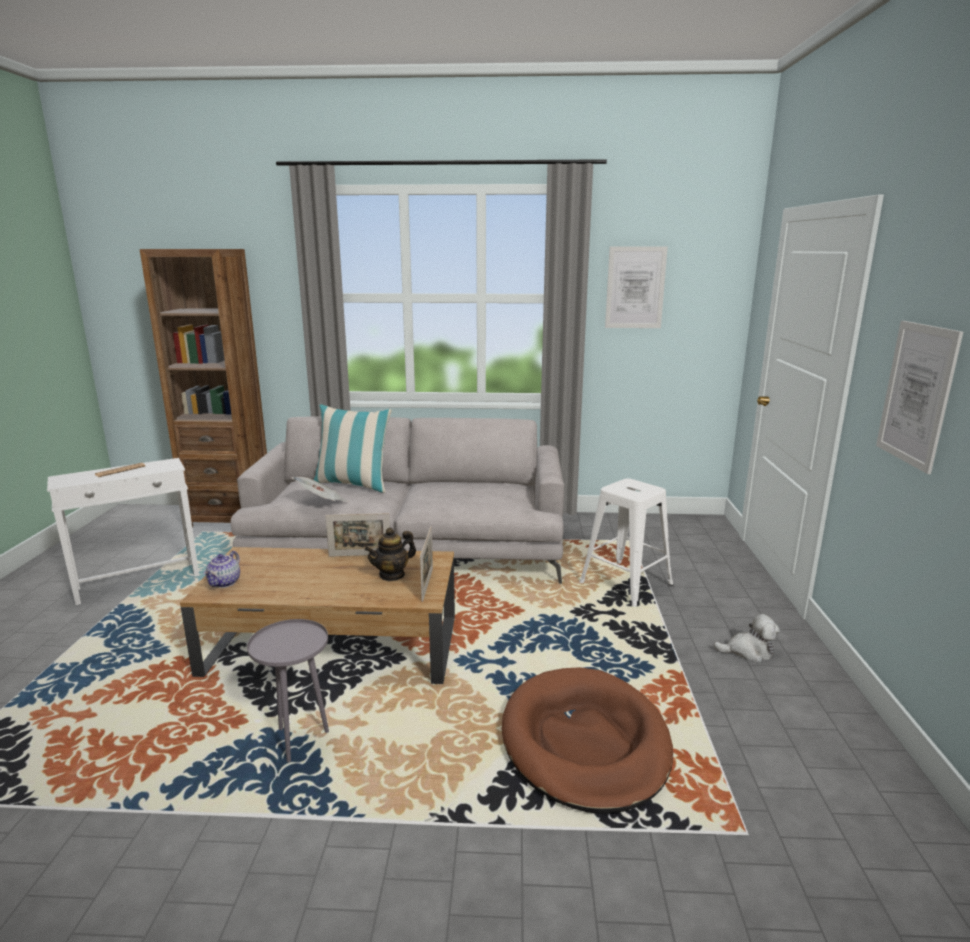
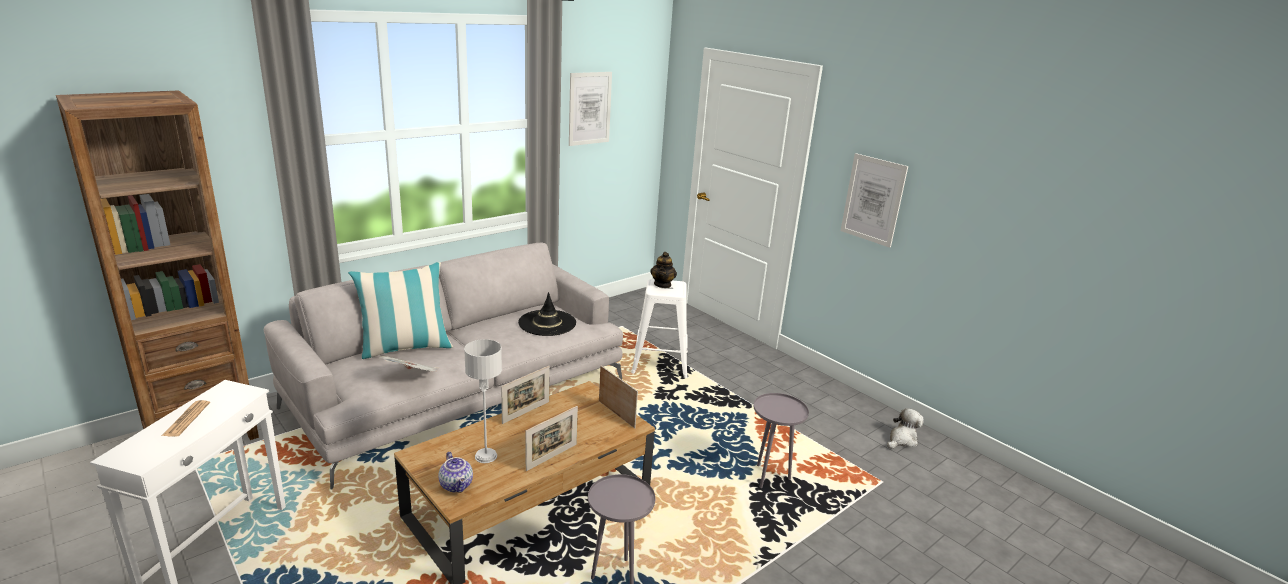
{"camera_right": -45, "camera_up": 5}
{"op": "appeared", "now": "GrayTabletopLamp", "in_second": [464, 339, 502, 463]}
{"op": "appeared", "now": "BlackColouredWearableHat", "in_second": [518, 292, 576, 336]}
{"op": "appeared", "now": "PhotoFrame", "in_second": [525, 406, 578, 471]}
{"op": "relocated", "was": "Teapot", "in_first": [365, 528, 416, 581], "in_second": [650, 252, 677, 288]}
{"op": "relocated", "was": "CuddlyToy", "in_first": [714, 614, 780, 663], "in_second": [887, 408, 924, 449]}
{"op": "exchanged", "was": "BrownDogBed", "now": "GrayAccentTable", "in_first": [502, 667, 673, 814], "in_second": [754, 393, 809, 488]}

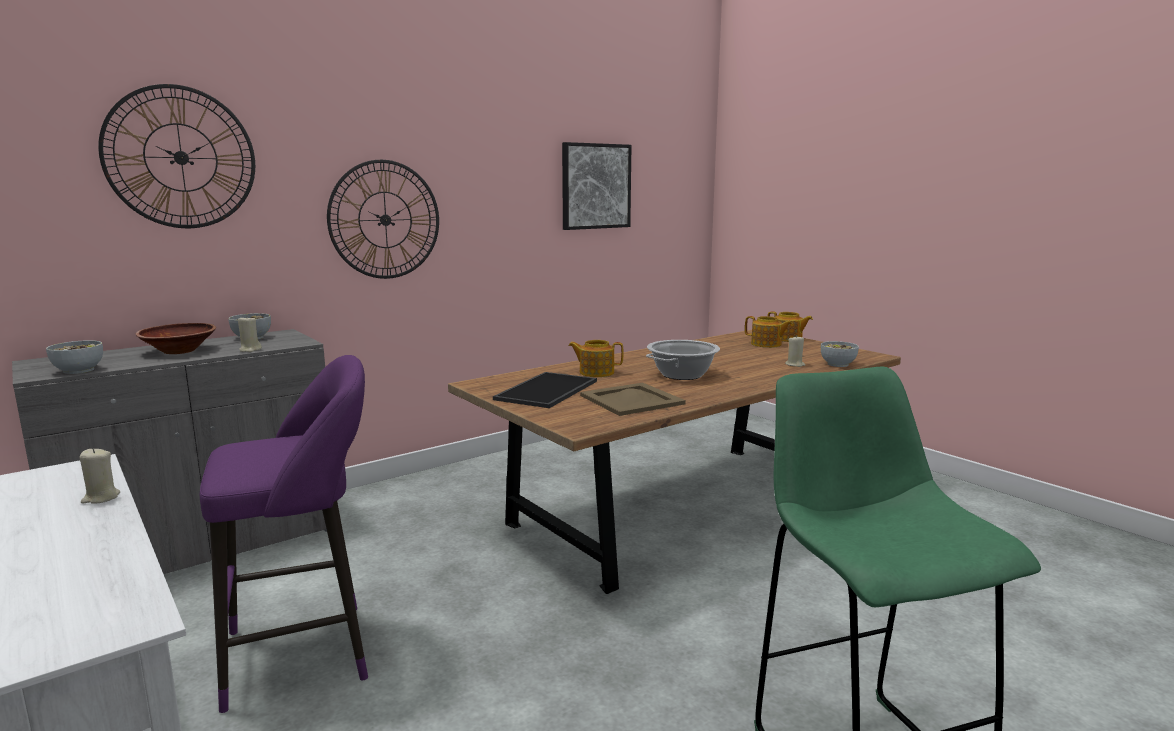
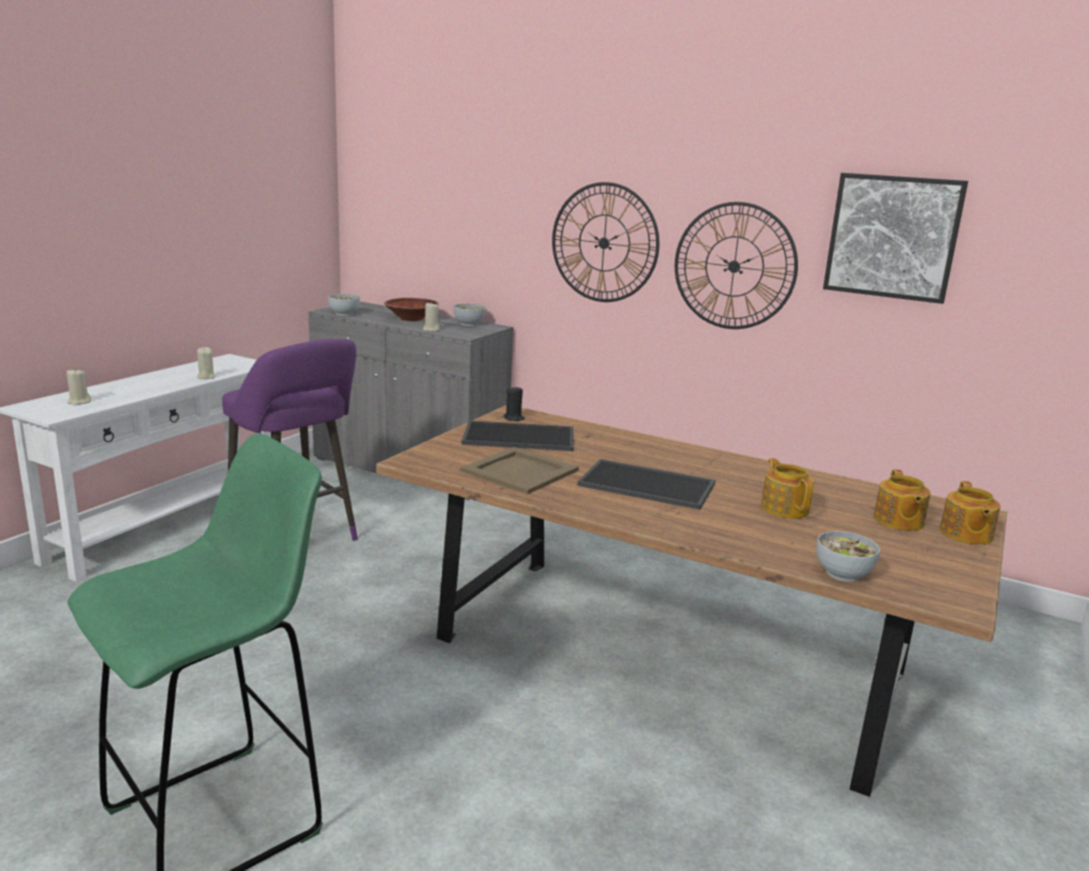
{"camera_right": 65, "camera_up": 5}
{"op": "appeared", "now": "BlackColouredCandle", "in_second": [504, 387, 525, 421]}
{"op": "relocated", "was": "HangingClock", "in_first": [98, 84, 255, 228], "in_second": [675, 202, 798, 329]}
{"op": "relocated", "was": "Teapot", "in_first": [568, 340, 624, 377], "in_second": [761, 458, 814, 519]}
{"op": "relocated", "was": "BeigeColouredCandle", "in_first": [785, 336, 805, 367], "in_second": [67, 368, 92, 405]}
{"op": "exchanged", "was": "CookingPot", "now": "CarryingTray", "in_first": [646, 340, 720, 380], "in_second": [577, 459, 715, 510]}

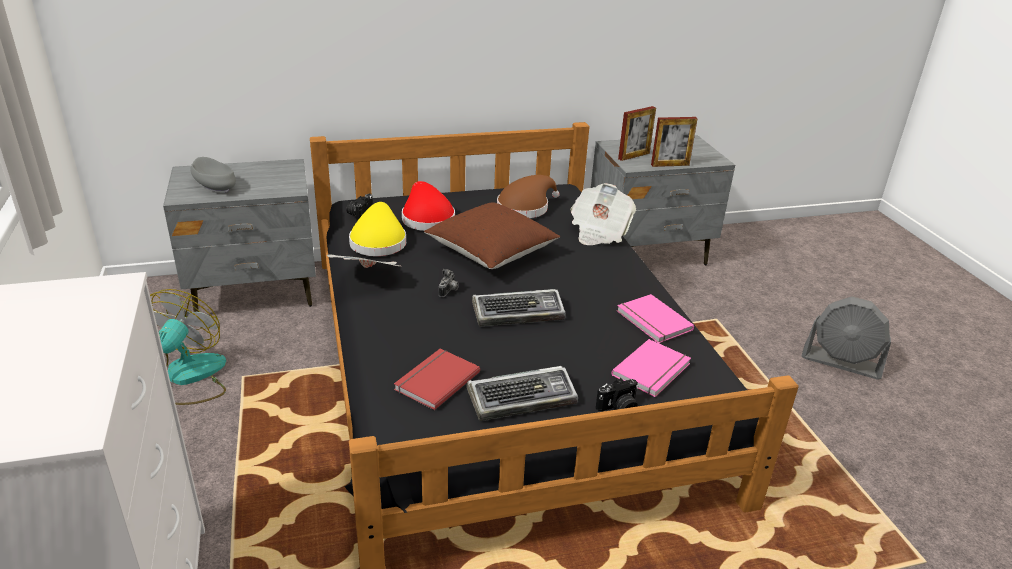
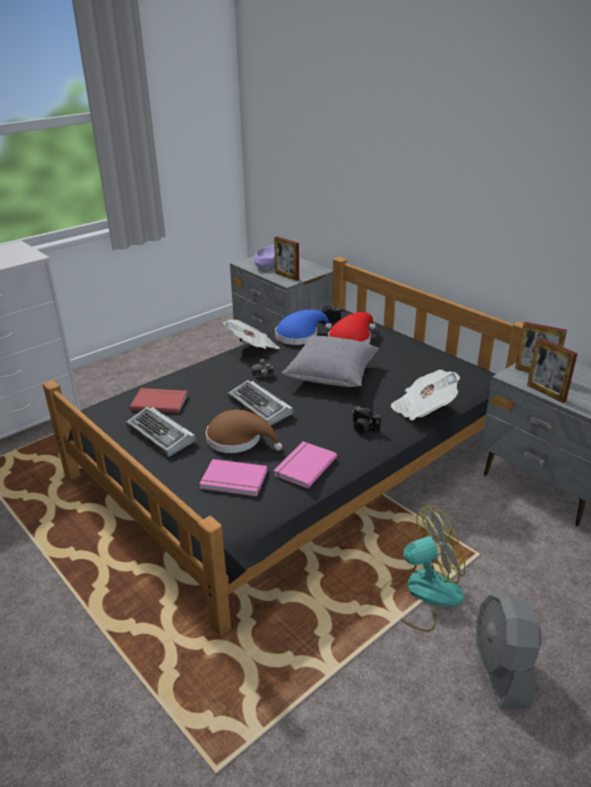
{"camera_right": 65, "camera_up": 0}
{"op": "appeared", "now": "PhotoFrame", "in_second": [274, 236, 299, 281]}
{"op": "relocated", "was": "Fan", "in_first": [150, 289, 226, 405], "in_second": [382, 506, 466, 632]}
{"op": "relocated", "was": "BrownWearableHat", "in_first": [497, 175, 560, 218], "in_second": [206, 410, 282, 453]}
{"op": "relocated", "was": "PhotoCamera", "in_first": [596, 378, 638, 411], "in_second": [352, 406, 381, 434]}
{"op": "colour", "was": "GrayServingBowl", "now": "PurpleServingBowl", "in_first": [190, 157, 236, 193], "in_second": [254, 245, 275, 269]}
{"op": "colour", "was": "YellowWearableHat", "now": "BlueWearableHat", "in_first": [349, 202, 406, 256], "in_second": [275, 310, 332, 345]}
{"op": "colour", "was": "BrownThrowPillow", "now": "GrayThrowPillow", "in_first": [424, 202, 560, 269], "in_second": [282, 336, 379, 387]}

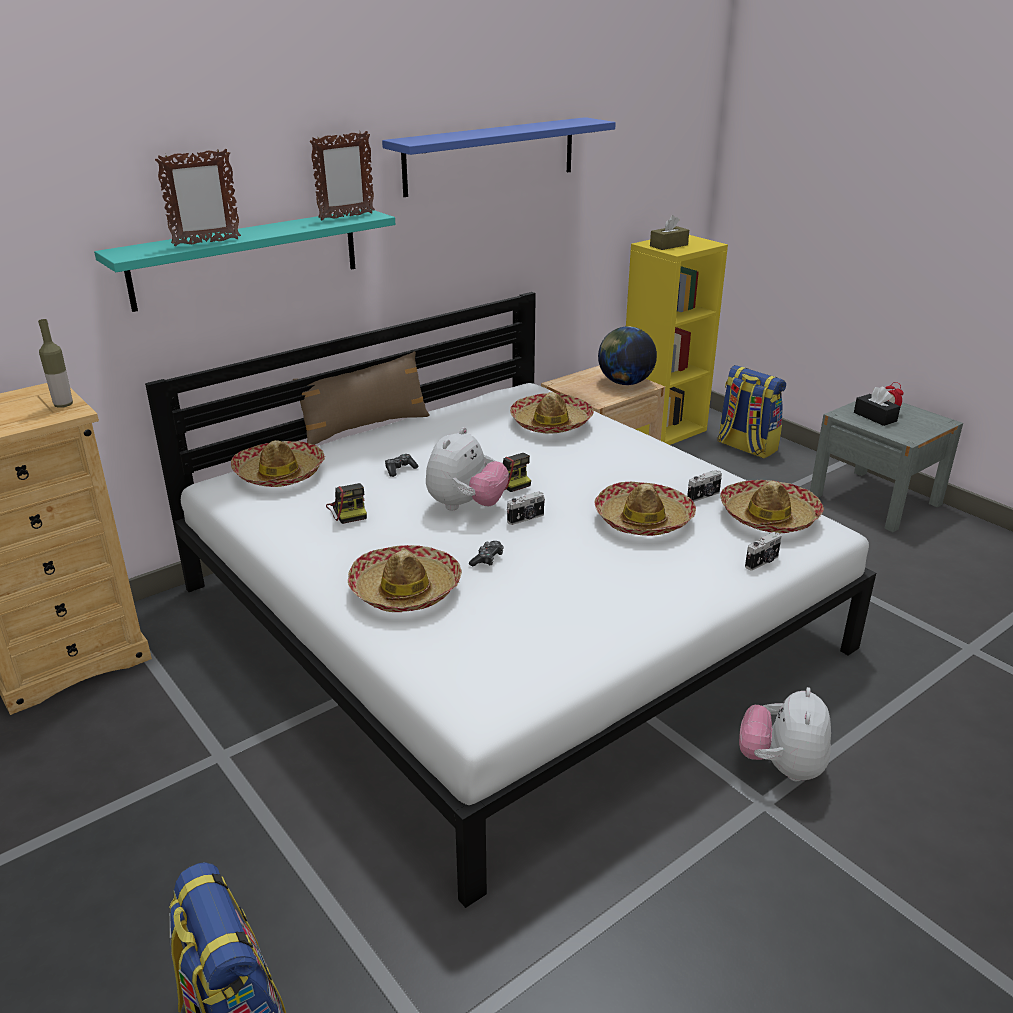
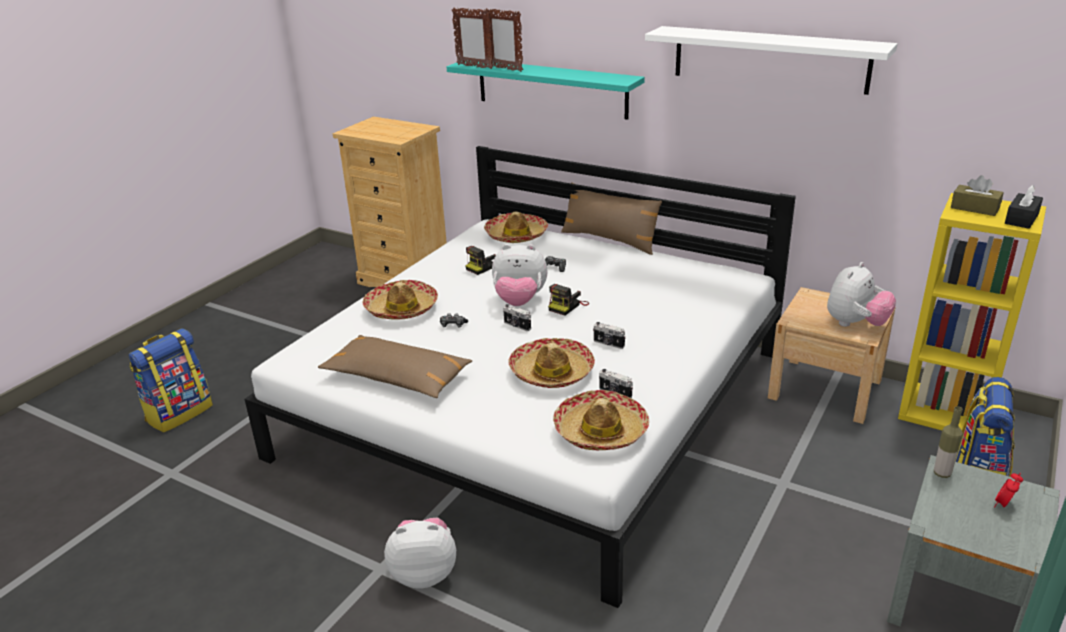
{"camera_right": 70, "camera_up": 0}
{"op": "missing", "was": "WearableHat", "in_first": [510, 392, 594, 433]}
{"op": "appeared", "now": "BrownThrowPillow", "in_second": [318, 335, 472, 398]}
{"op": "relocated", "was": "DrinkBottle", "in_first": [38, 319, 73, 408], "in_second": [934, 406, 963, 478]}
{"op": "relocated", "was": "PhotoFrame", "in_first": [310, 131, 375, 220], "in_second": [452, 8, 494, 69]}
{"op": "relocated", "was": "PhotoCamera", "in_first": [745, 532, 782, 570], "in_second": [593, 322, 626, 349]}
{"op": "relocated", "was": "BlackColouredTissueHolder", "in_first": [854, 386, 900, 426], "in_second": [1005, 185, 1043, 229]}
{"op": "exchanged", "was": "WorldGlobe", "now": "CuddlyToy", "in_first": [598, 326, 657, 385], "in_second": [827, 262, 896, 327]}
{"op": "colour", "was": "BlueWallShelf", "now": "WhiteColouredWallShelf", "in_first": [382, 117, 616, 197], "in_second": [645, 26, 897, 95]}

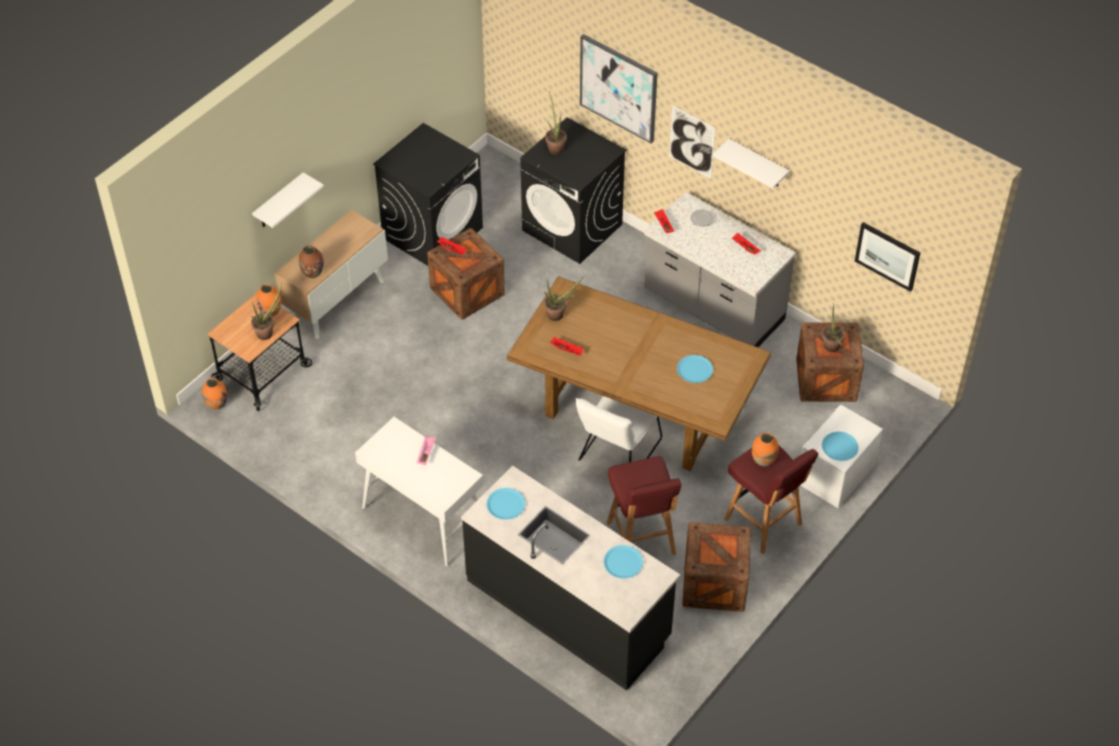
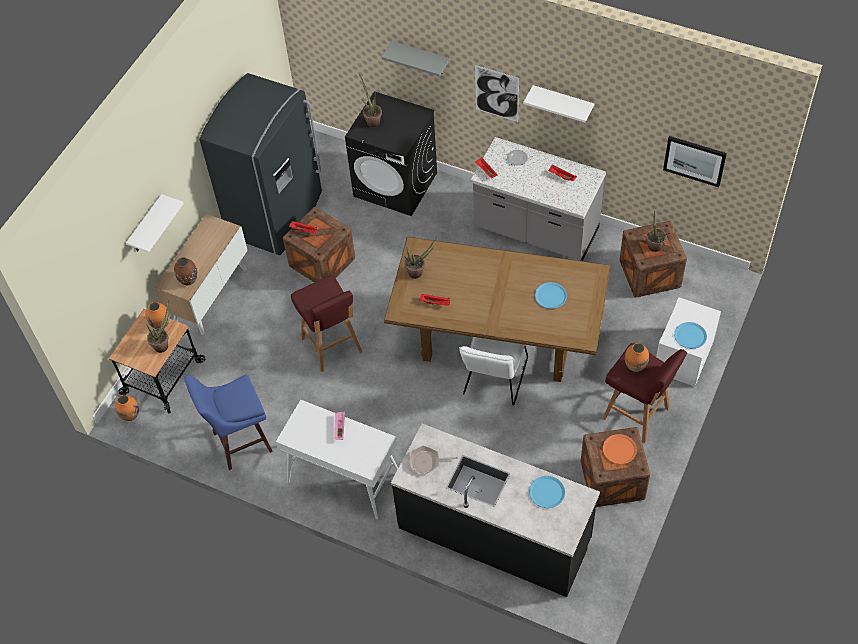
{"camera_right": -10, "camera_up": 5}
{"op": "appeared", "now": "BlueStool", "in_second": [184, 374, 273, 470]}
{"op": "appeared", "now": "OrangeyPlate", "in_second": [603, 434, 637, 464]}
{"op": "relocated", "was": "RedStool", "in_first": [607, 456, 681, 555], "in_second": [291, 275, 362, 372]}
{"op": "exchanged", "was": "BlackColouredLaundryAppliance", "now": "GrayFridge", "in_first": [373, 123, 483, 266], "in_second": [199, 73, 322, 255]}
{"op": "exchanged", "was": "BluePlate", "now": "FryingPan", "in_first": [487, 488, 525, 520], "in_second": [409, 446, 458, 474]}
{"op": "exchanged", "was": "Picture", "now": "GrayWallShelf", "in_first": [580, 34, 657, 144], "in_second": [382, 41, 450, 77]}

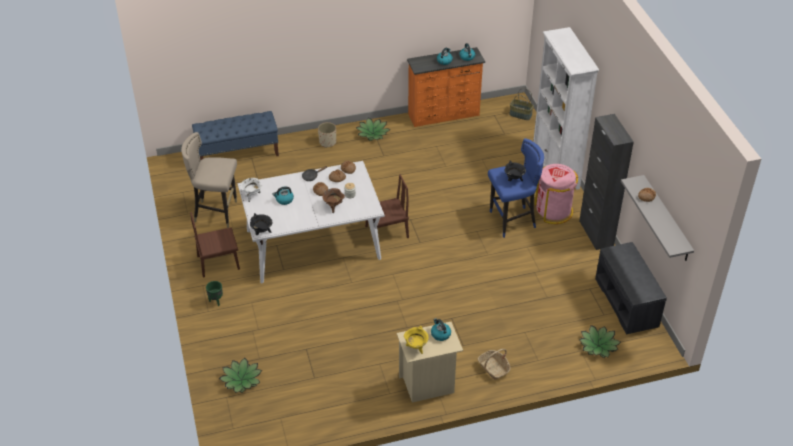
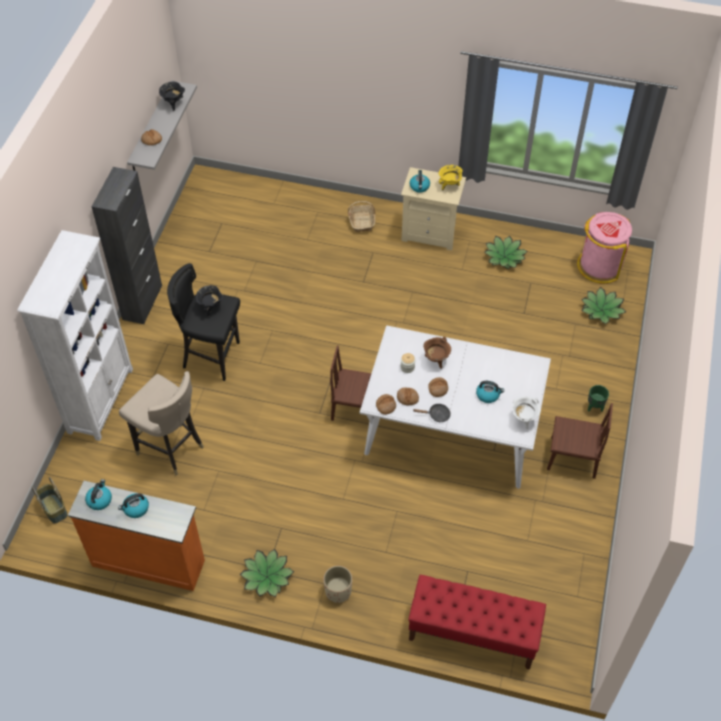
{"camera_right": -150, "camera_up": 10}
{"op": "missing", "was": "GrayIndoorBench", "in_first": [595, 242, 667, 335]}
{"op": "relocated", "was": "BeigeColouredStool", "in_first": [181, 132, 237, 228], "in_second": [119, 371, 204, 475]}
{"op": "relocated", "was": "BlackColouredCookingPot", "in_first": [250, 213, 273, 235], "in_second": [159, 82, 185, 111]}
{"op": "relocated", "was": "PinkishWasteBin", "in_first": [535, 164, 578, 224], "in_second": [577, 212, 632, 283]}
{"op": "relocated", "was": "PottedPlant", "in_first": [580, 325, 621, 358], "in_second": [484, 236, 528, 269]}
{"op": "colour", "was": "BlueIndoorBench", "now": "RedIndoorBench", "in_first": [192, 111, 279, 160], "in_second": [408, 575, 546, 670]}
{"op": "colour", "was": "BlueStool", "now": "BlackColouredStool", "in_first": [488, 138, 544, 238], "in_second": [167, 263, 240, 381]}

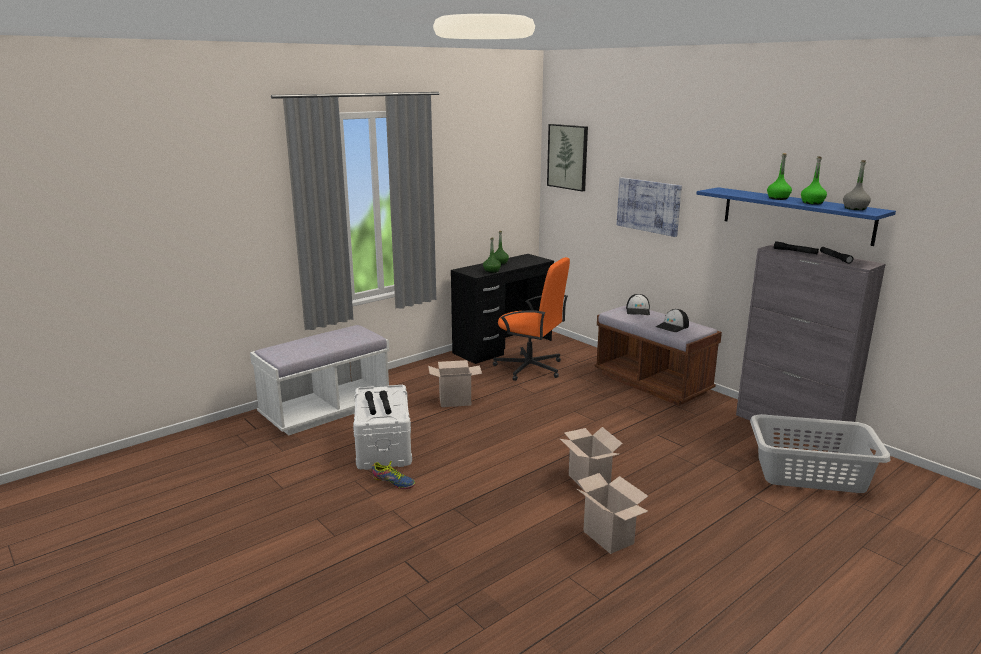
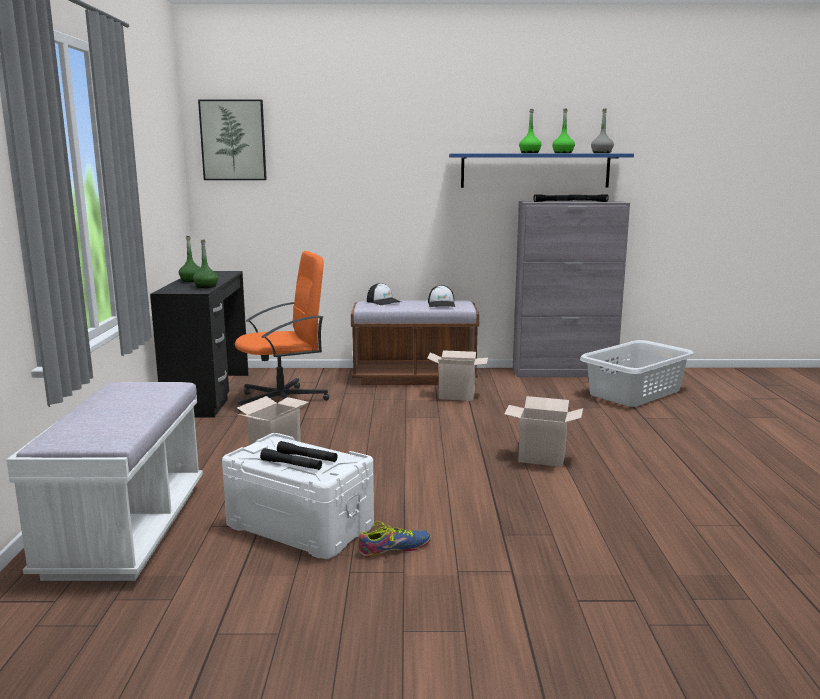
{"camera_right": -50, "camera_up": -5}
{"op": "missing", "was": "Picture", "in_first": [617, 177, 682, 237]}
{"op": "relocated", "was": "PackingBox", "in_first": [577, 473, 648, 554], "in_second": [427, 350, 488, 401]}

